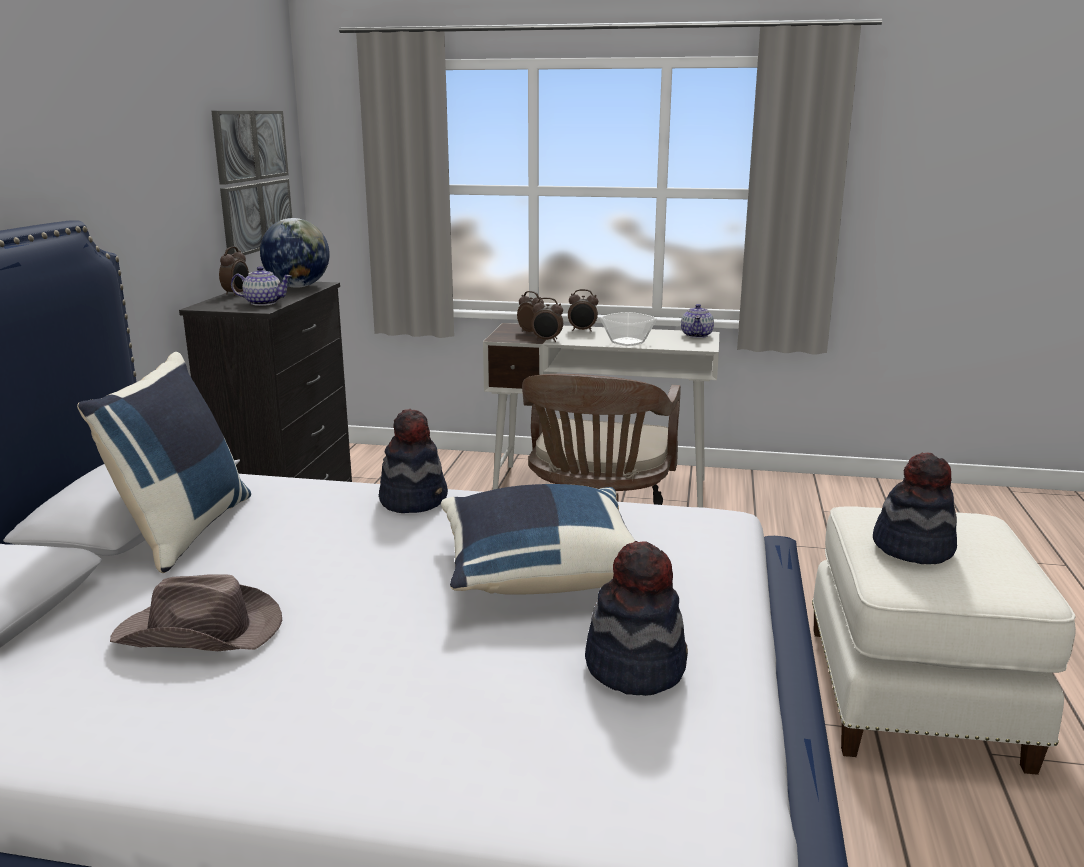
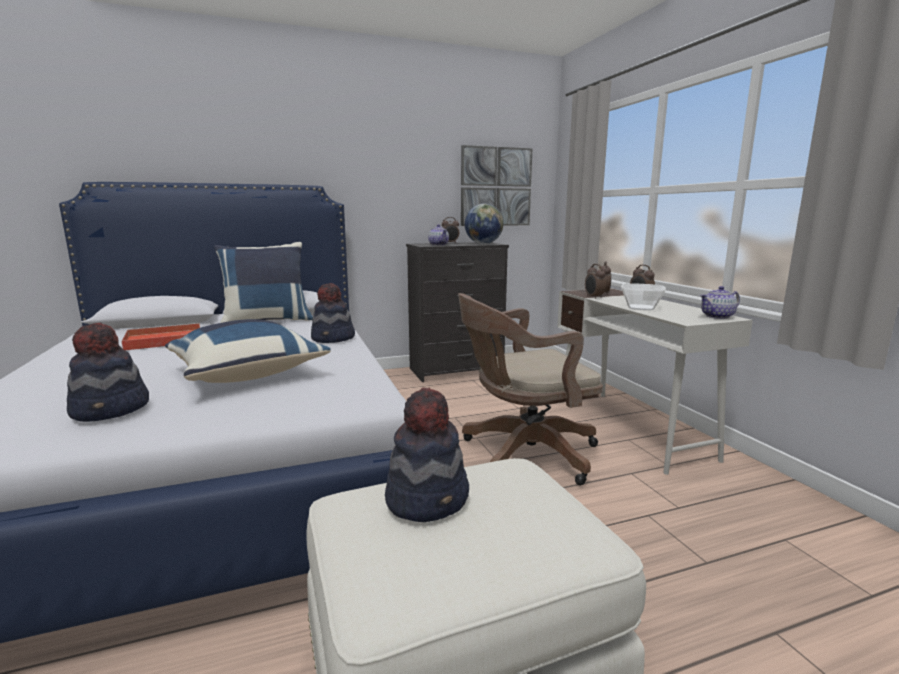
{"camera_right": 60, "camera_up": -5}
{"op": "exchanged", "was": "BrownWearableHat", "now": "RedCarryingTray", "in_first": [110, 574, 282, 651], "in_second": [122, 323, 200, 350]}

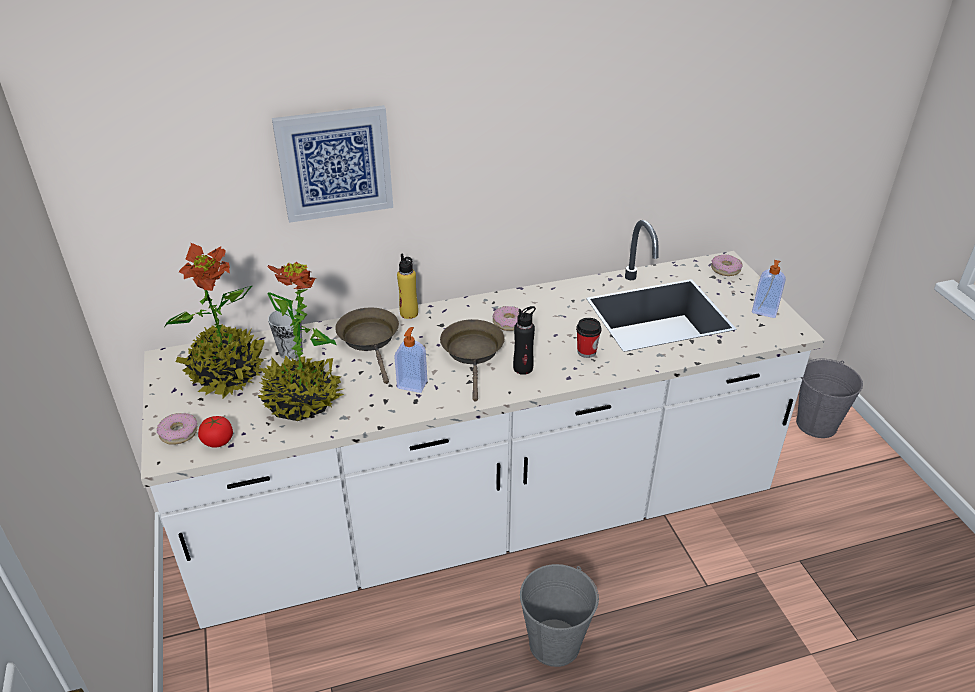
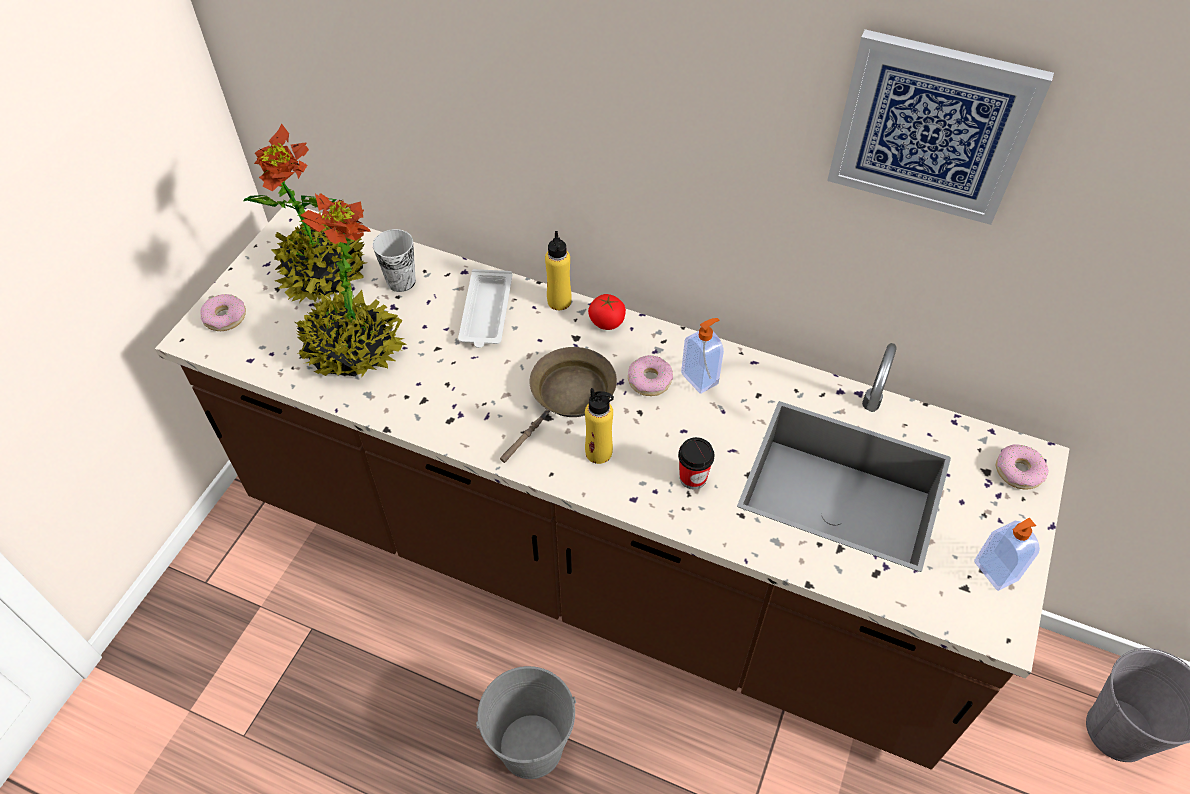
{"camera_right": 40, "camera_up": 15}
{"op": "relocated", "was": "WholeTomato", "in_first": [198, 416, 233, 448], "in_second": [588, 294, 626, 330]}
{"op": "relocated", "was": "Picture", "in_first": [272, 105, 393, 223], "in_second": [827, 29, 1054, 225]}
{"op": "relocated", "was": "SoapBottle", "in_first": [394, 327, 427, 393], "in_second": [681, 318, 724, 394]}
{"op": "exchanged", "was": "BrownFryingPan", "now": "WhiteColouredCarryingTray", "in_first": [335, 308, 399, 384], "in_second": [458, 269, 513, 348]}
{"op": "colour", "was": "WhiteColouredCounter", "now": "BrownCounter", "in_first": [141, 220, 825, 629], "in_second": [155, 203, 1070, 770]}
{"op": "colour", "was": "BlackColouredDrinkBottle", "now": "YellowDrinkBottle", "in_first": [513, 306, 536, 375], "in_second": [585, 388, 614, 464]}

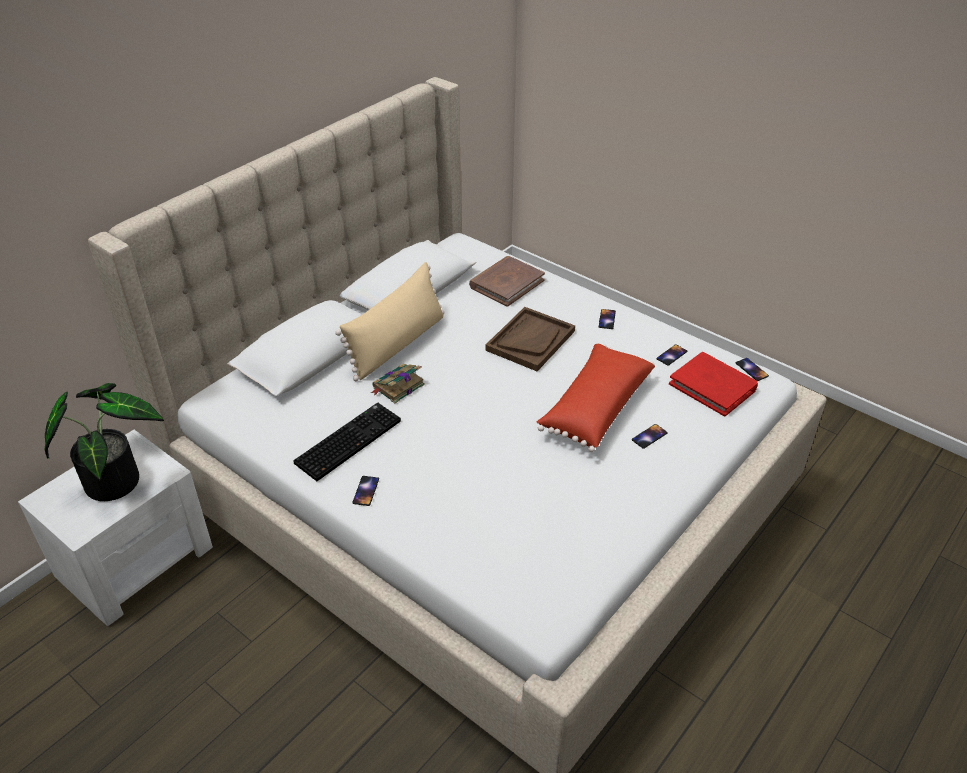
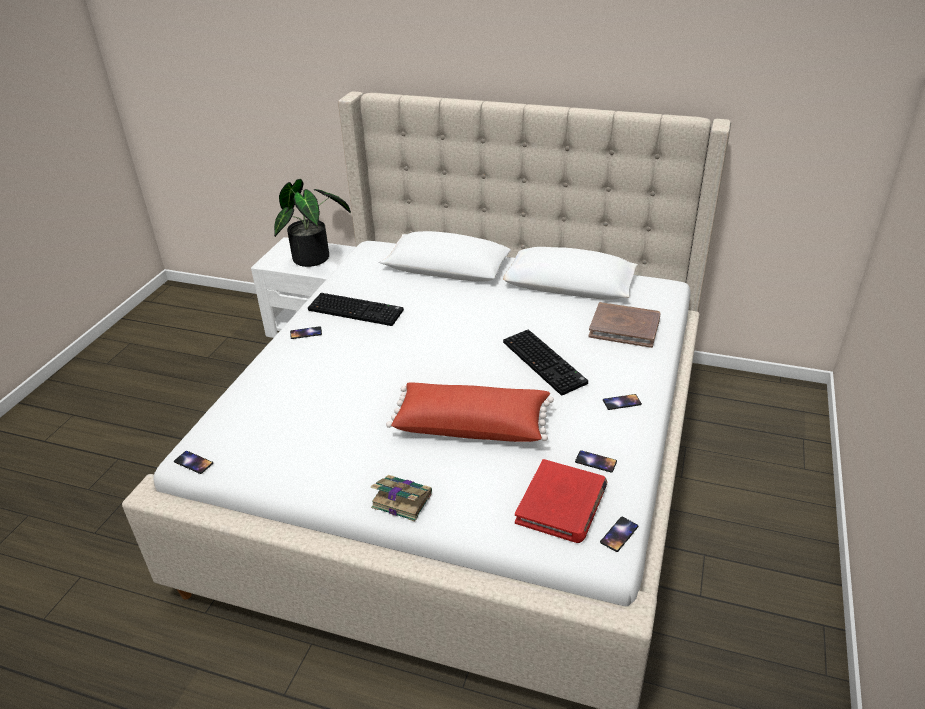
{"camera_right": 70, "camera_up": -5}
{"op": "missing", "was": "BeigeColouredThrowPillow", "in_first": [335, 262, 444, 381]}
{"op": "relocated", "was": "Book", "in_first": [371, 364, 425, 403], "in_second": [371, 475, 432, 522]}
{"op": "relocated", "was": "Phone", "in_first": [632, 424, 668, 449], "in_second": [174, 451, 213, 474]}
{"op": "exchanged", "was": "BrownCarryingTray", "now": "PcKeyboard", "in_first": [485, 307, 575, 371], "in_second": [503, 330, 588, 396]}

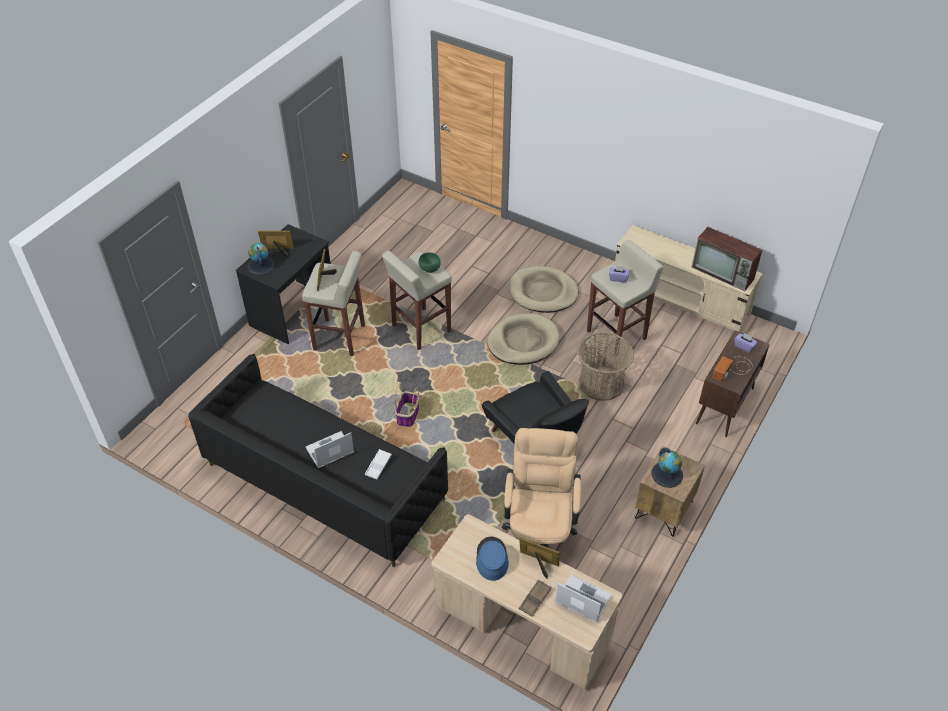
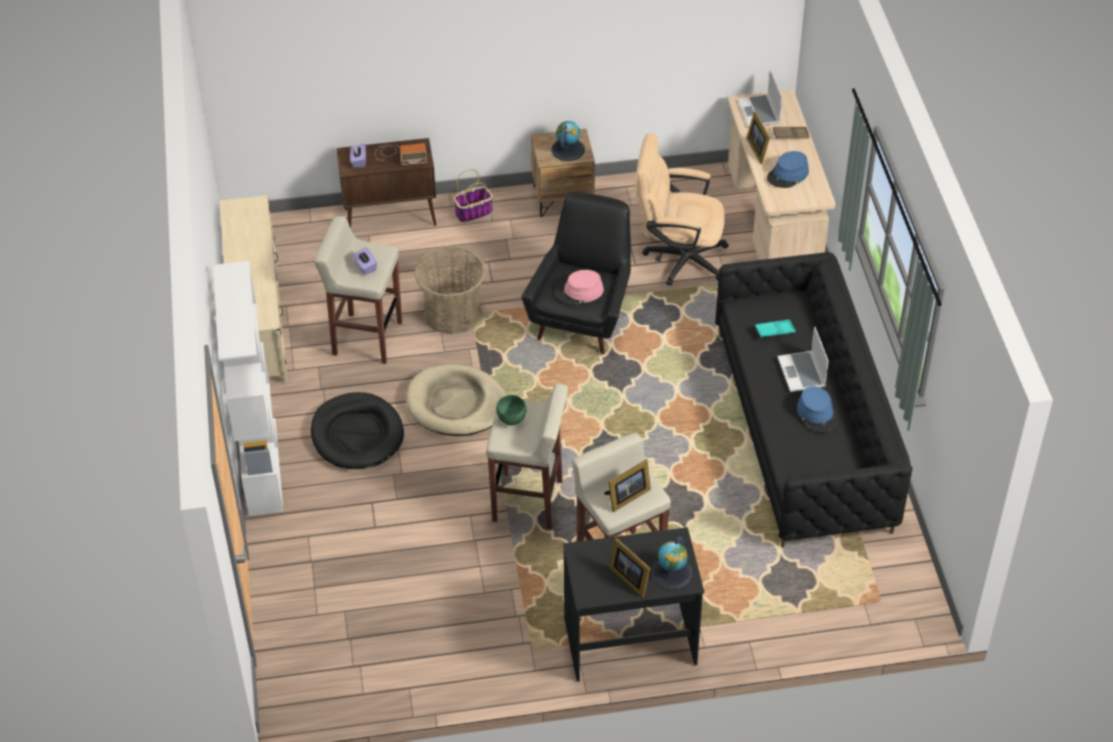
{"camera_right": -130, "camera_up": 0}
{"op": "missing", "was": "TvSet", "in_first": [692, 227, 762, 291]}
{"op": "appeared", "now": "WhiteColouredShelvingUnit", "in_second": [213, 261, 283, 516]}
{"op": "appeared", "now": "PinkishWearableHat", "in_second": [555, 270, 604, 305]}
{"op": "appeared", "now": "BlueWearableHat", "in_second": [797, 386, 837, 432]}
{"op": "relocated", "was": "HouseholdBasket", "in_first": [395, 383, 419, 427], "in_second": [453, 169, 493, 223]}
{"op": "colour", "was": "WhiteColouredCarryingTray", "now": "BlueGreenCarryingTray", "in_first": [365, 449, 392, 480], "in_second": [755, 320, 795, 337]}
{"op": "colour", "was": "BeigeColouredDogBed", "now": "BlackColouredDogBed", "in_first": [509, 266, 579, 313], "in_second": [311, 392, 404, 469]}
{"op": "spun", "was": "Laptop", "in_first": [306, 431, 354, 468], "in_second": [777, 326, 829, 392], "clockwise": 60}
{"op": "spun", "was": "BeigeColouredDeskChair", "in_first": [502, 428, 581, 548], "in_second": [636, 133, 729, 286], "clockwise": 45}

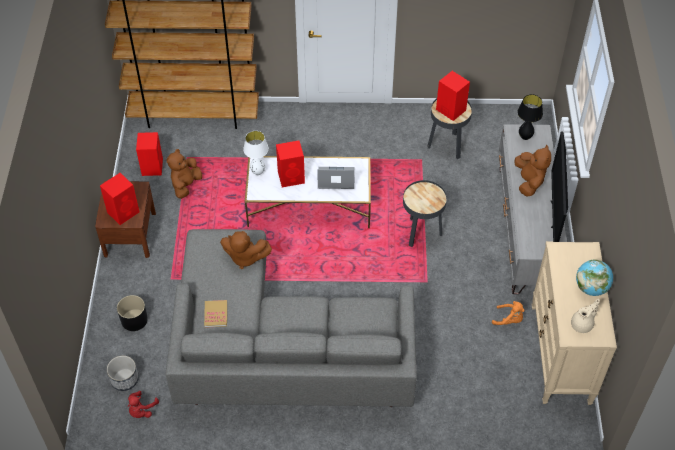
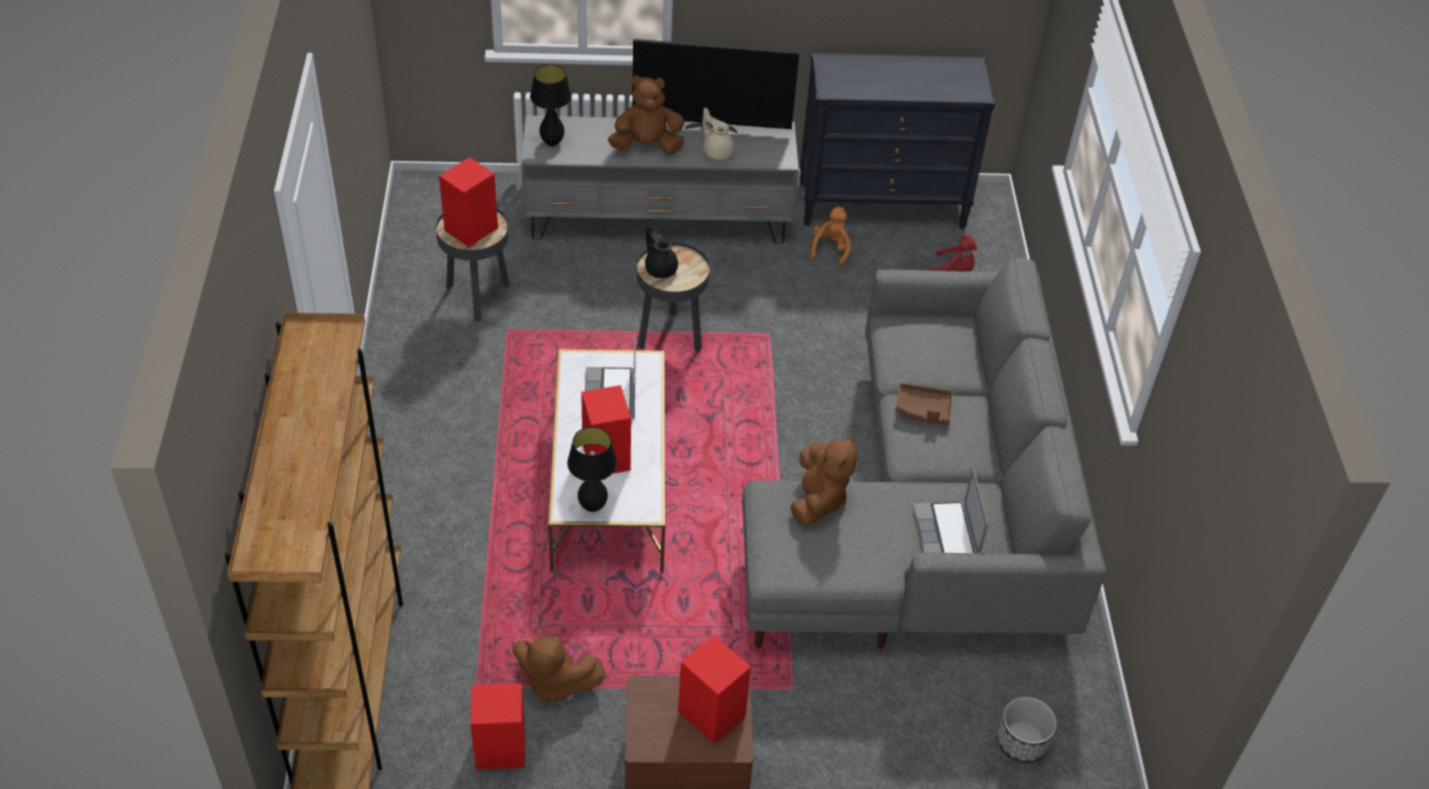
{"camera_right": -95, "camera_up": -5}
{"op": "missing", "was": "BlackColouredFlowerPot", "in_first": [117, 295, 148, 331]}
{"op": "missing", "was": "WorldGlobe", "in_first": [576, 259, 613, 296]}
{"op": "appeared", "now": "BlackColouredTeapot", "in_second": [645, 222, 678, 278]}
{"op": "appeared", "now": "BrownCarryingTray", "in_second": [896, 383, 953, 425]}
{"op": "relocated", "was": "RedCuddlyToy", "in_first": [128, 391, 159, 418], "in_second": [928, 235, 978, 272]}
{"op": "relocated", "was": "BeigeColouredTeapot", "in_first": [571, 299, 600, 333], "in_second": [703, 108, 734, 160]}
{"op": "exchanged", "was": "Book", "now": "Laptop", "in_first": [204, 300, 227, 328], "in_second": [913, 468, 989, 553]}
{"op": "colour", "was": "WhiteColouredTabletopLamp", "now": "BlackColouredTabletopLamp", "in_first": [243, 131, 269, 175], "in_second": [567, 427, 617, 512]}
{"op": "colour", "was": "BeigeColouredDrawerChest", "now": "BlackColouredDrawerChest", "in_first": [532, 241, 617, 405], "in_second": [799, 53, 995, 229]}

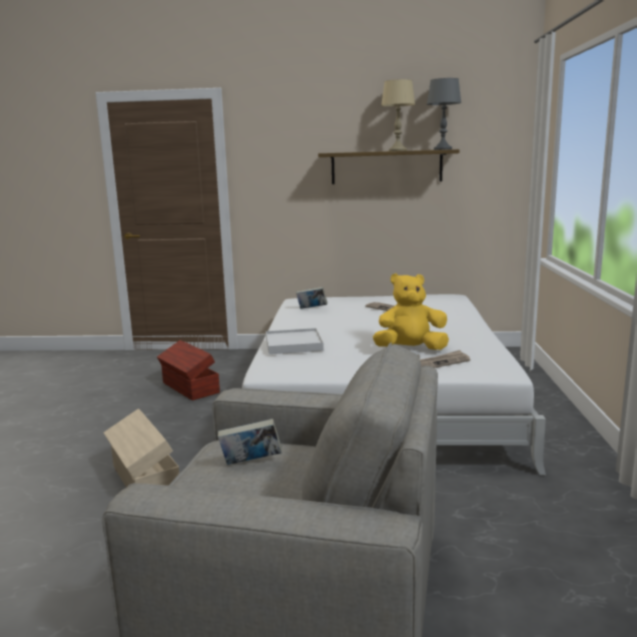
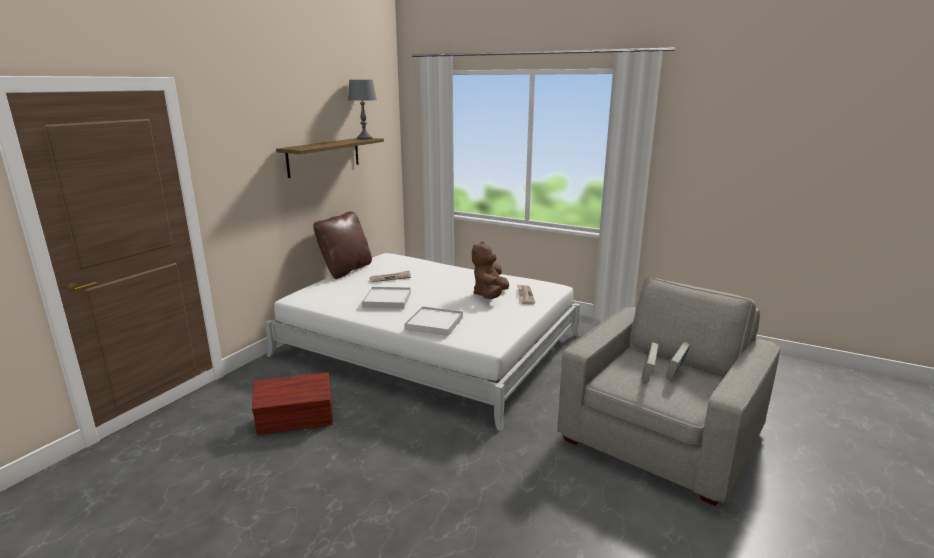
{"camera_right": -65, "camera_up": 5}
{"op": "missing", "was": "BeigeColouredStorageBin", "in_first": [104, 409, 179, 487]}
{"op": "missing", "was": "BeigeColouredTabletopLamp", "in_first": [381, 79, 415, 151]}
{"op": "appeared", "now": "BrownThrowPillow", "in_second": [313, 211, 372, 279]}
{"op": "appeared", "now": "WhiteColouredCarryingTray", "in_second": [362, 287, 411, 309]}
{"op": "relocated", "was": "Book", "in_first": [296, 287, 327, 309], "in_second": [666, 342, 691, 380]}
{"op": "colour", "was": "YellowCuddlyToy", "now": "BrownCuddlyToy", "in_first": [373, 273, 449, 350], "in_second": [472, 241, 509, 299]}

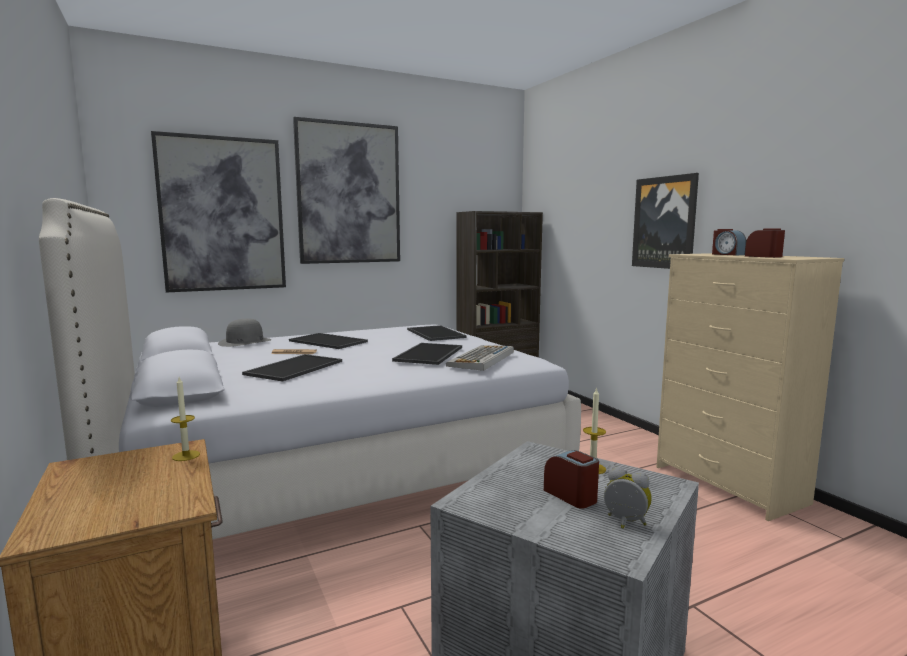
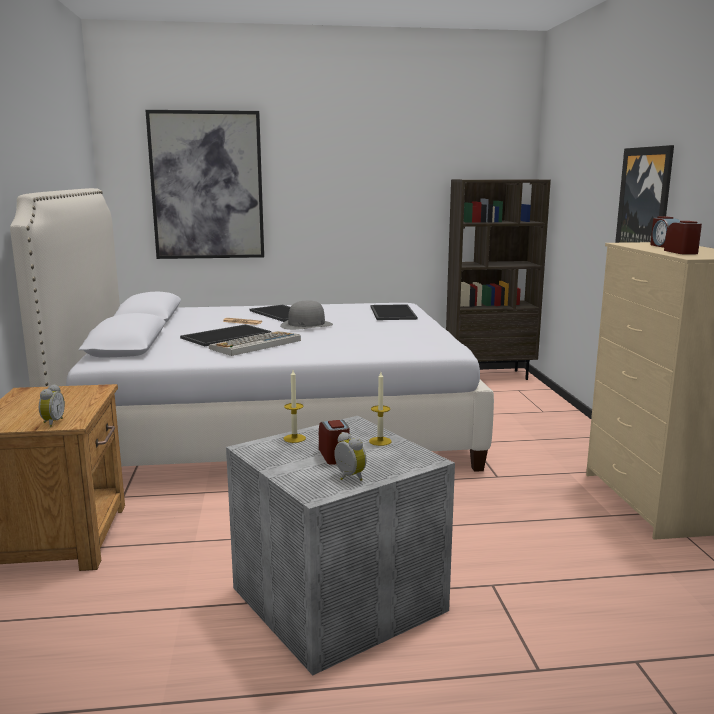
{"camera_right": 20, "camera_up": 5}
{"op": "missing", "was": "Picture", "in_first": [293, 117, 400, 264]}
{"op": "missing", "was": "CarryingTray", "in_first": [392, 343, 462, 365]}
{"op": "appeared", "now": "AlarmClock", "in_second": [39, 384, 65, 427]}
{"op": "relocated", "was": "Candle", "in_first": [171, 377, 200, 461], "in_second": [284, 370, 306, 443]}
{"op": "relocated", "was": "GrayWearableHat", "in_first": [218, 319, 271, 347], "in_second": [280, 301, 333, 330]}
{"op": "relocated", "was": "PcKeyboard", "in_first": [446, 345, 514, 371], "in_second": [209, 331, 301, 356]}

